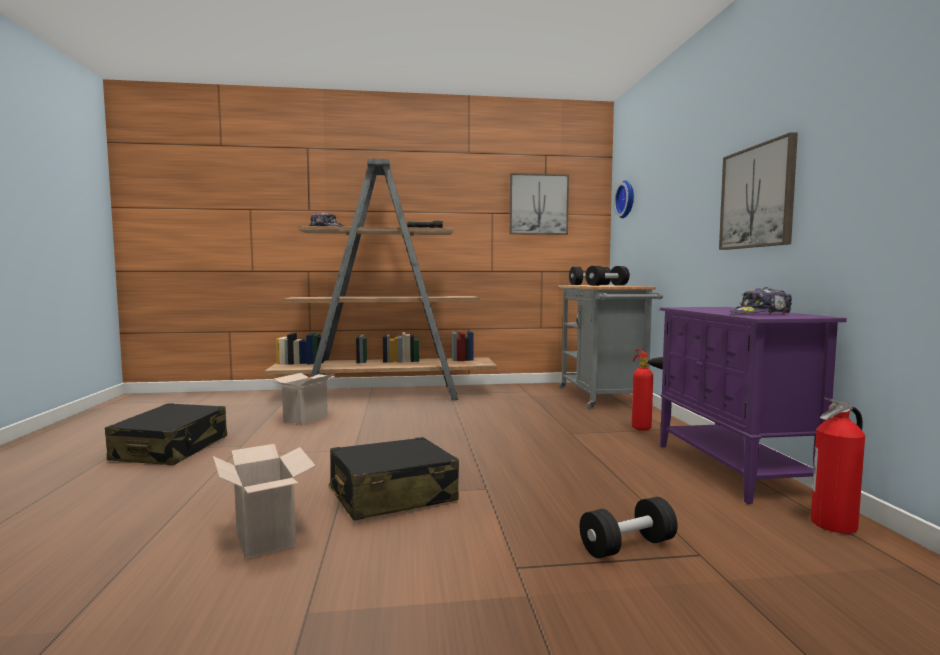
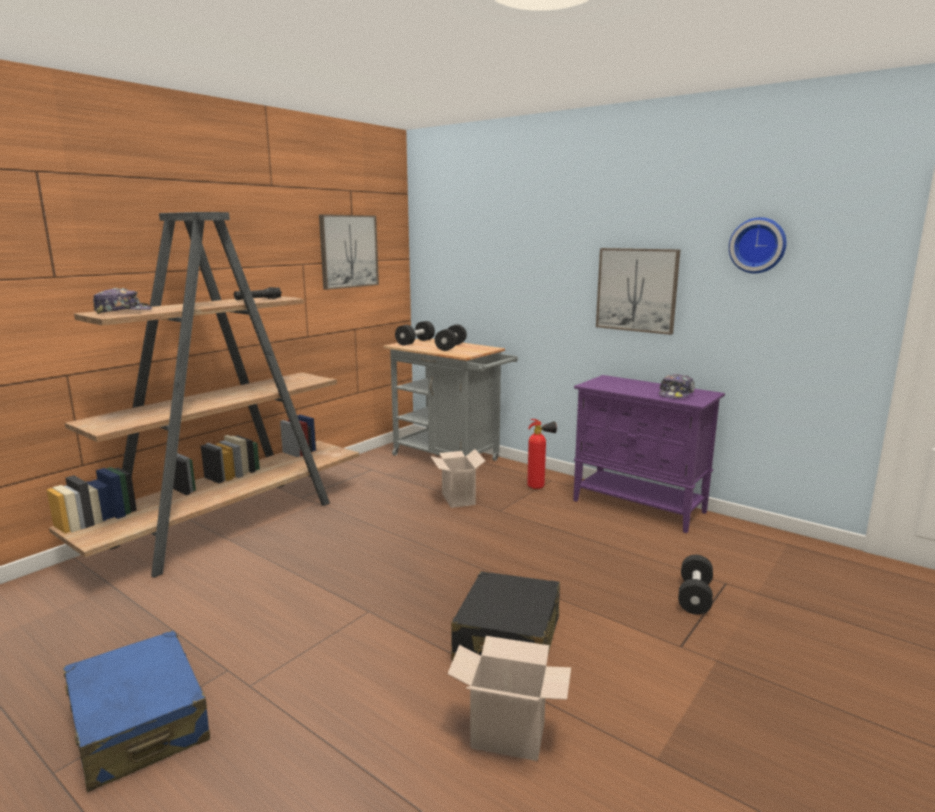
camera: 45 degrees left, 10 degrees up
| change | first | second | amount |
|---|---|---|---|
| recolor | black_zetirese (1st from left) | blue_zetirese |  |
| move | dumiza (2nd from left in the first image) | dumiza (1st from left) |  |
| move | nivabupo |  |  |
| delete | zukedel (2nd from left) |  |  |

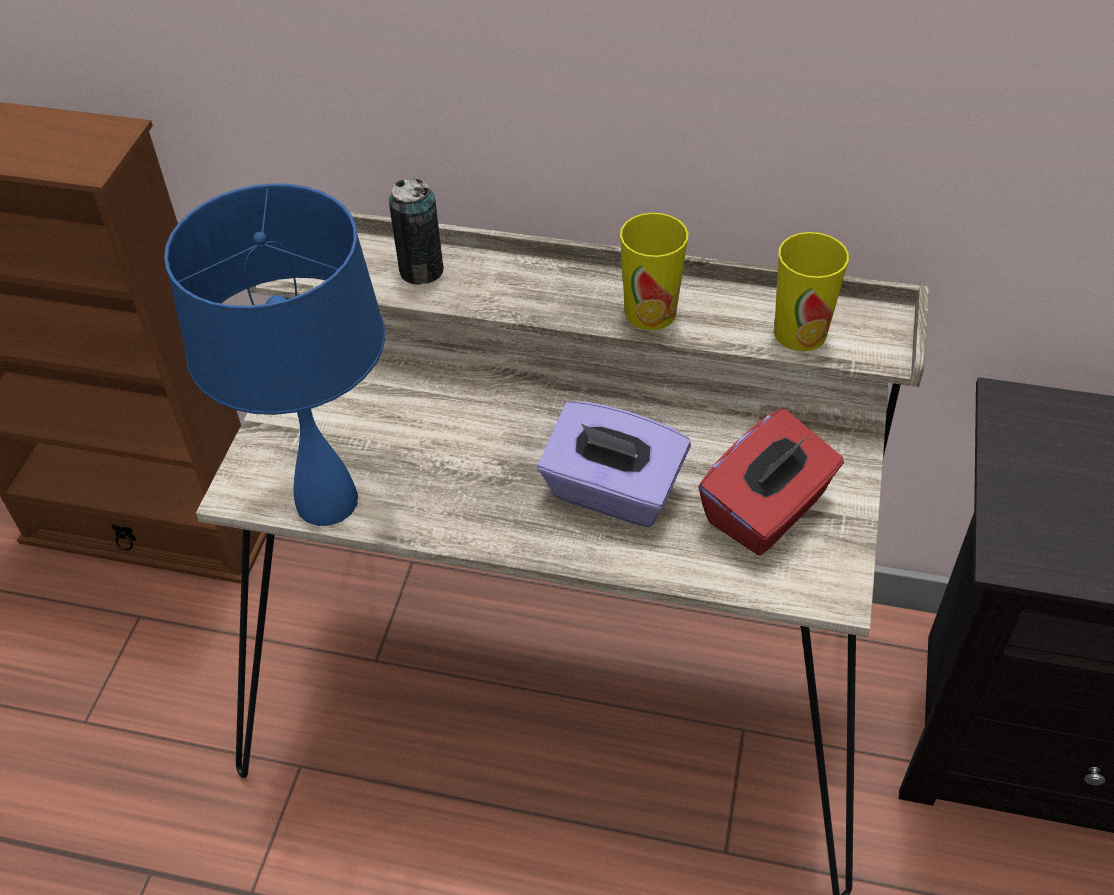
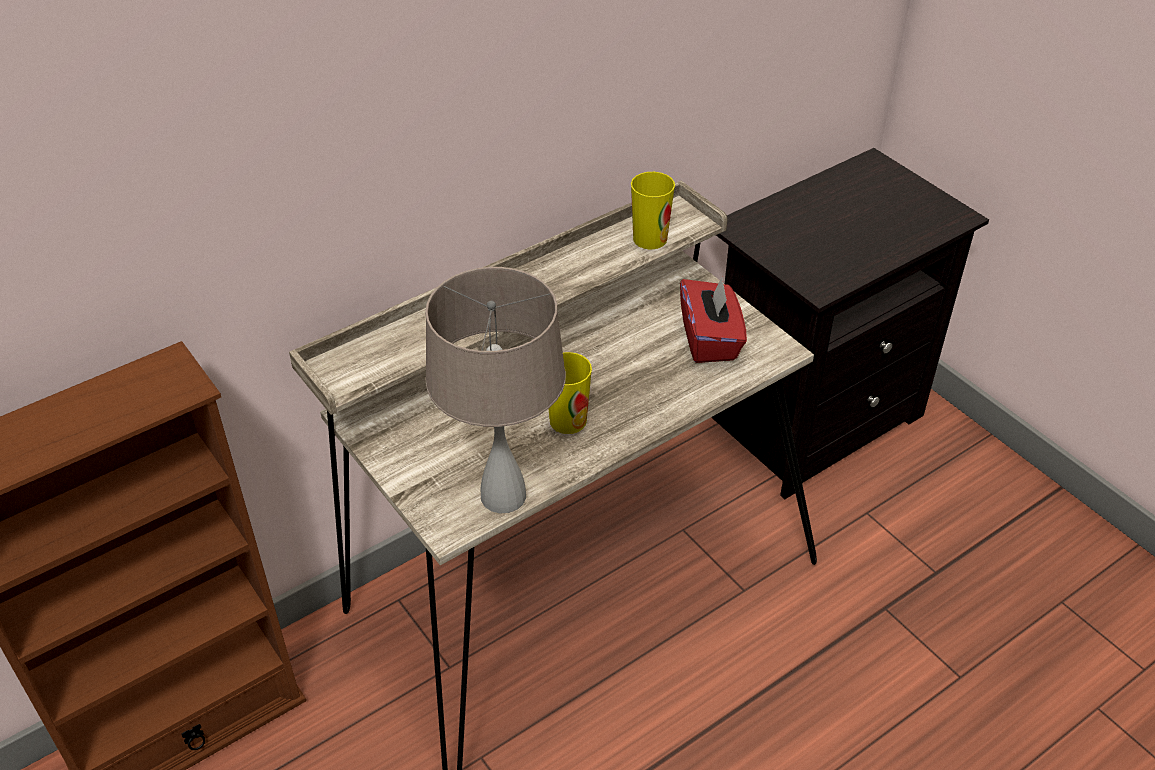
camera: 50 degrees left, 5 degrees down
| change | first | second | amount |
|---|---|---|---|
| recolor | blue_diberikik | beige_diberikik |  |
| delete | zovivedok |  |  |
| delete | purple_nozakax |  |  |
| move | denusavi (1st from left) |  |  |

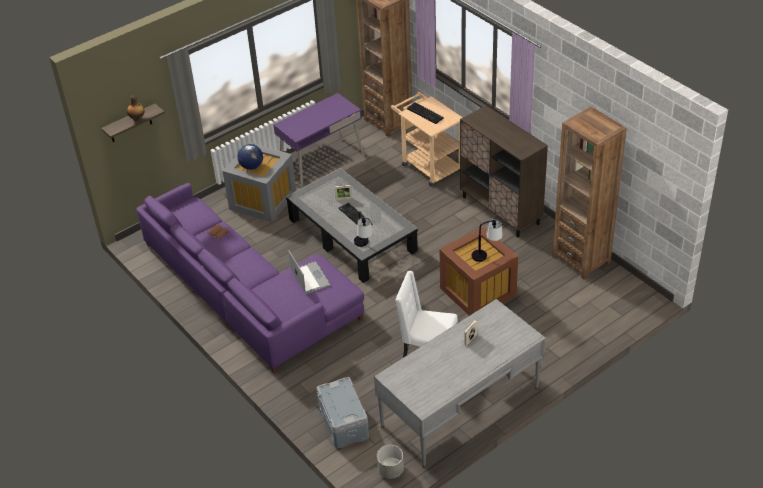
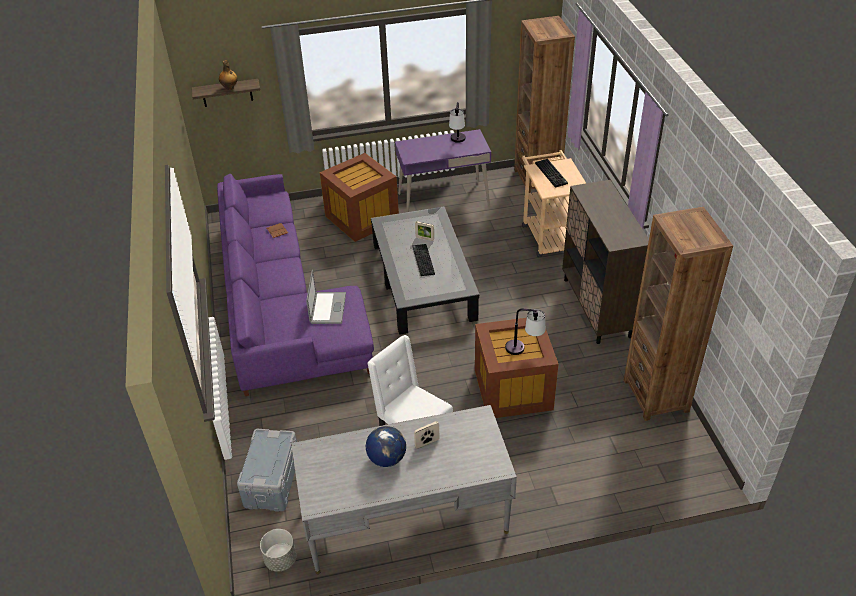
camera: 25 degrees right, 0 degrees up
| change | first | second | amount |
|---|---|---|---|
| recolor | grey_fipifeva (1st from left) | brown_fipifeva (1st from left) |  |
| move | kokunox |  |  |
| move | diberikik (1st from left) |  |  |

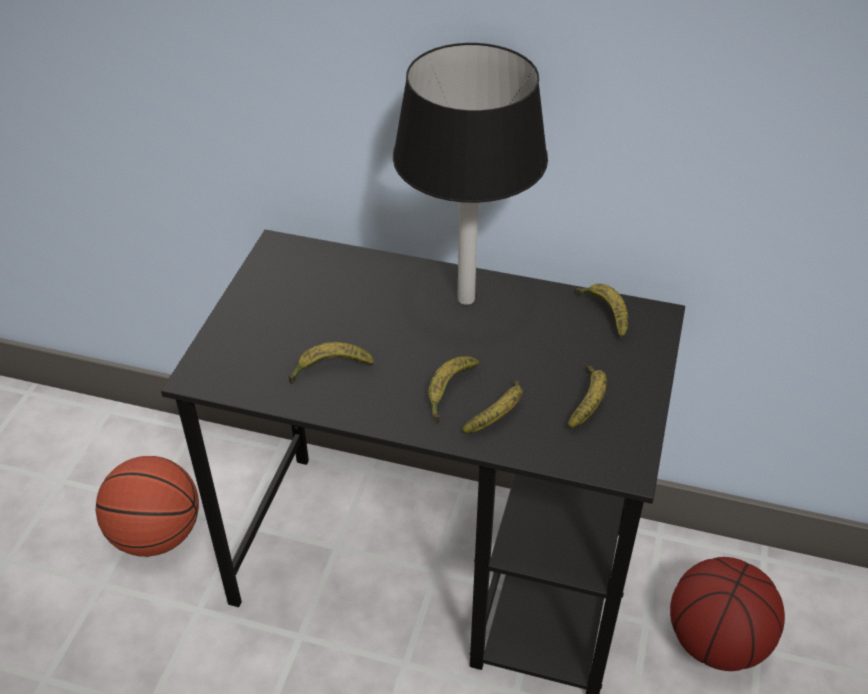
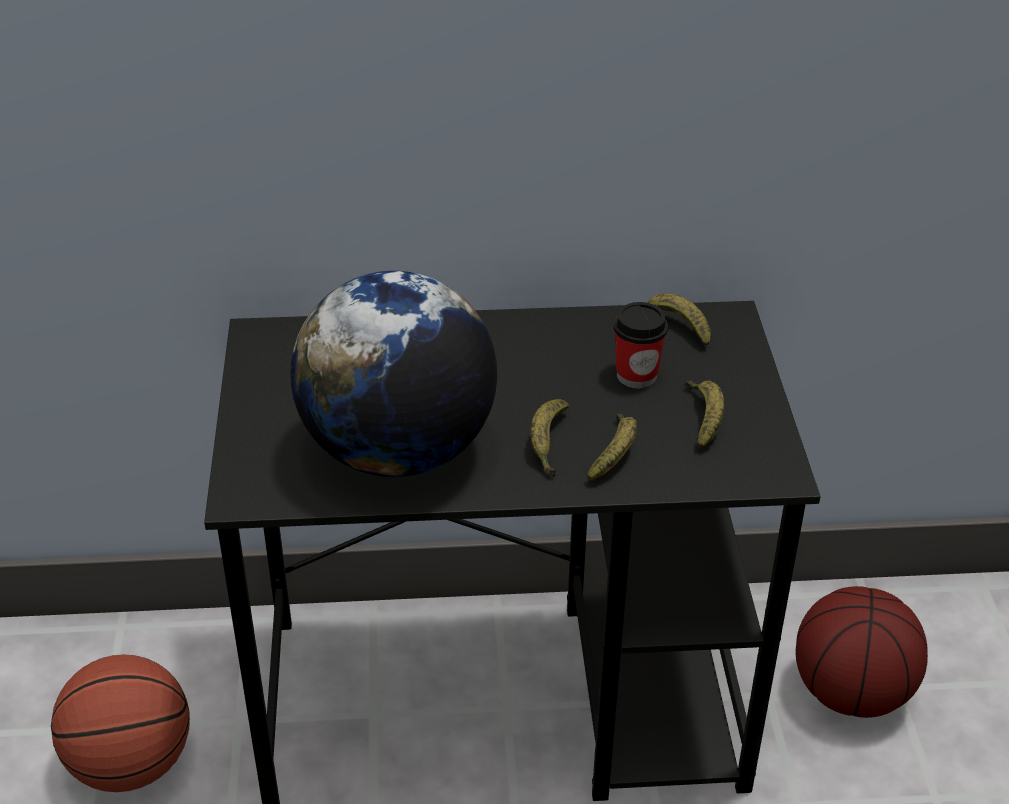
camera: 20 degrees left, 5 degrees down
| change | first | second | amount |
|---|---|---|---|
| replace | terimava (1st from left) | kokunox |  |
| delete | black_diberikik |  |  |
| insert |  | denusavi |  |

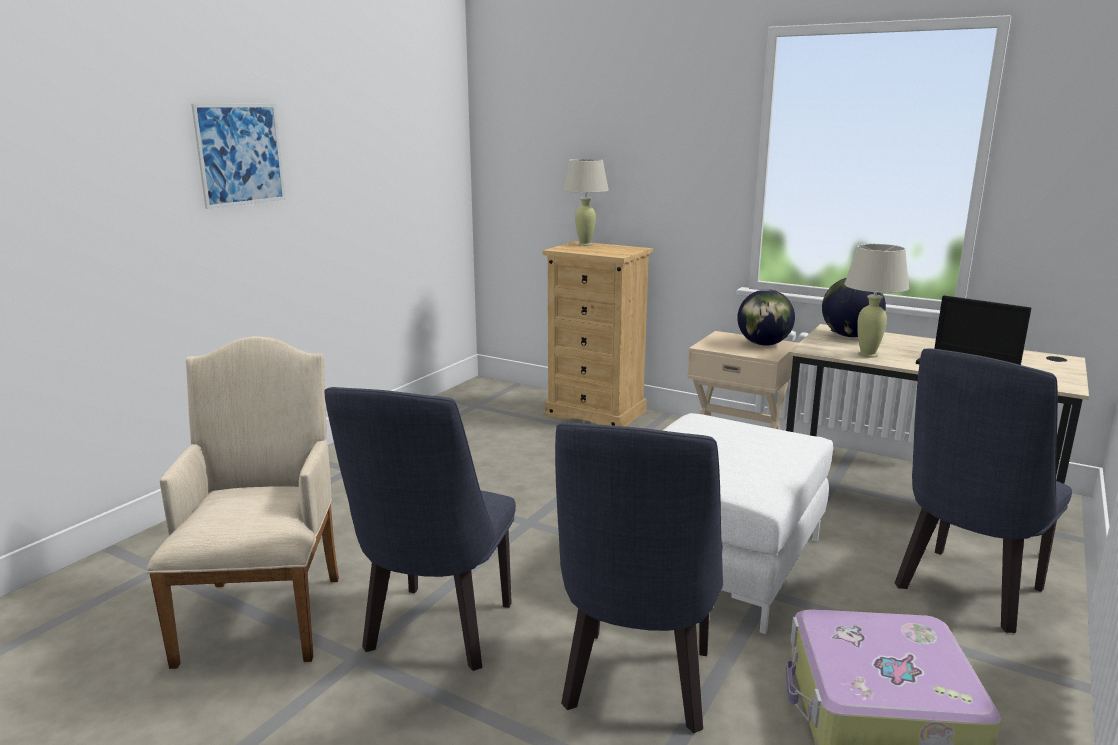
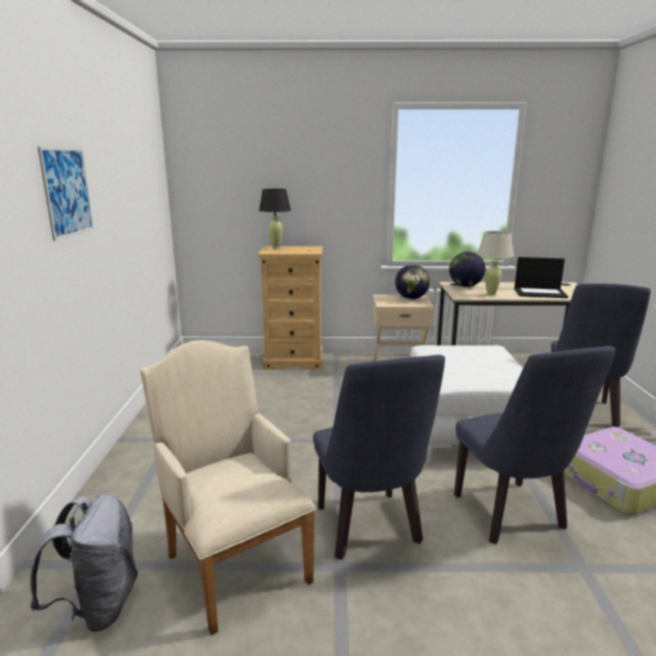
camera: 30 degrees left, 0 degrees up
| change | first | second | amount |
|---|---|---|---|
| recolor | beige_diberikik (1st from left) | black_diberikik |  |
| insert |  | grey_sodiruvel |  |

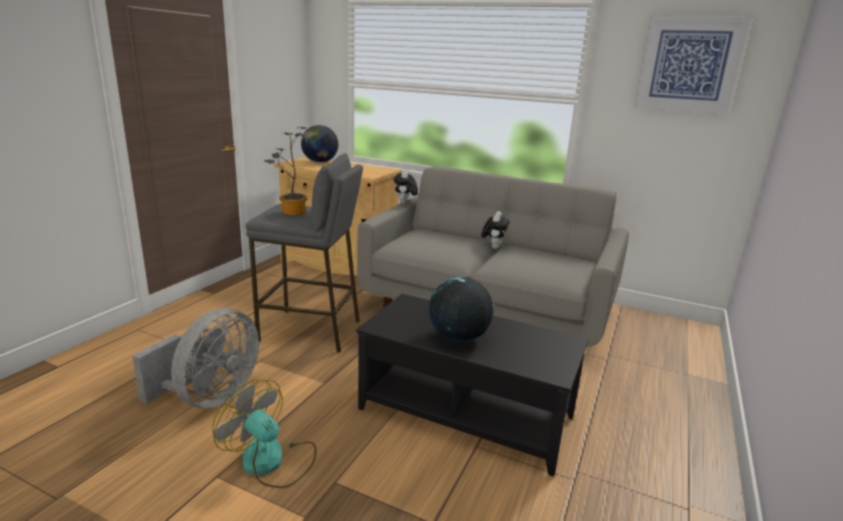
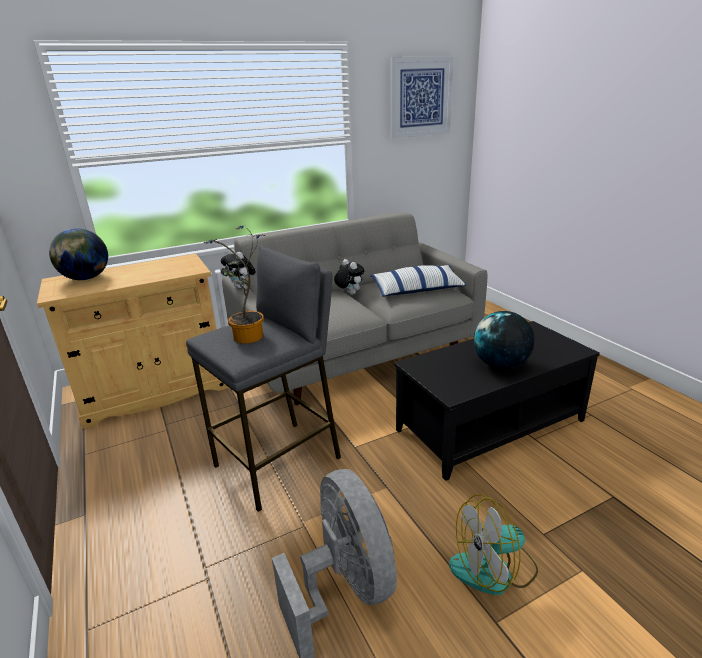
camera: 50 degrees left, 5 degrees up
| change | first | second | amount |
|---|---|---|---|
| insert |  | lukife |  |

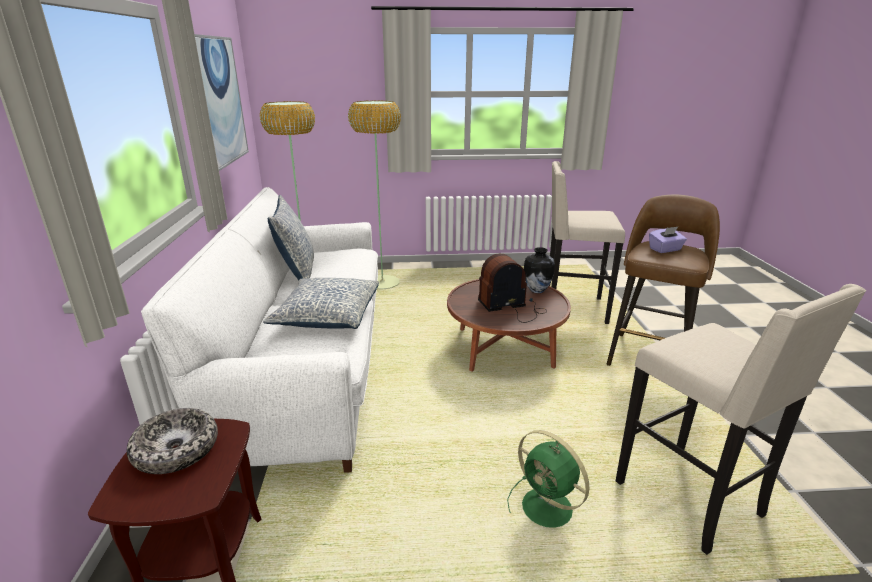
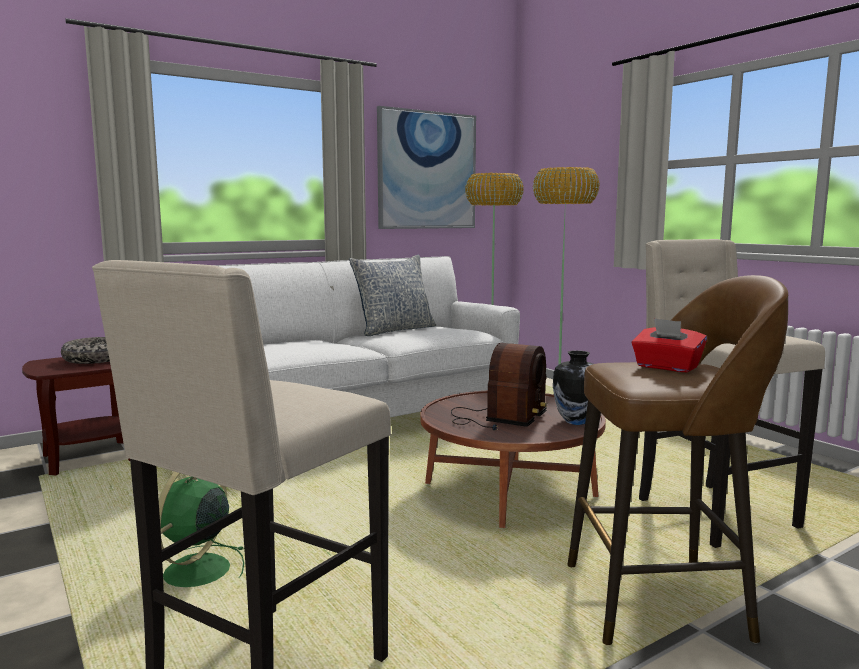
camera: 60 degrees right, 15 degrees down
| change | first | second | amount |
|---|---|---|---|
| delete | lukife (2nd from left) |  |  |
| rotate | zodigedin |  | 75 degrees clockwise |
| recolor | purple_nozakax | red_nozakax |  |

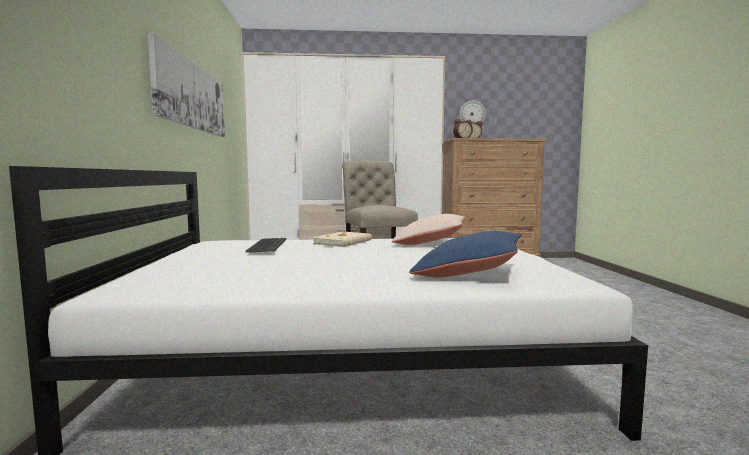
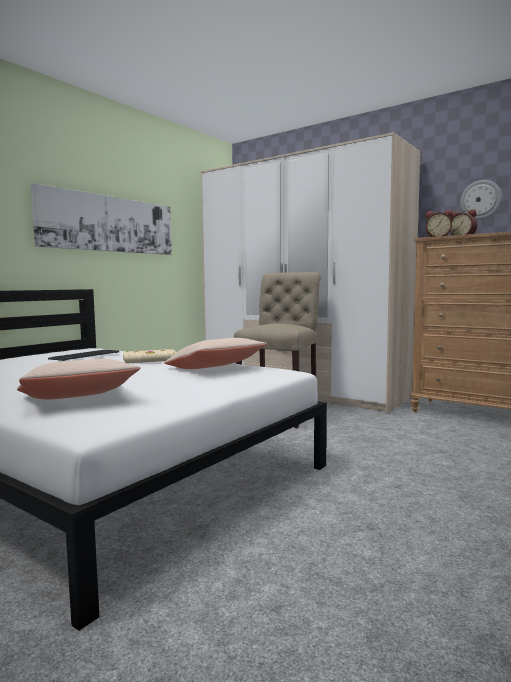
camera: 40 degrees right, 0 degrees up
| change | first | second | amount |
|---|---|---|---|
| recolor | blue_lukife | beige_lukife (1st from left) |  |

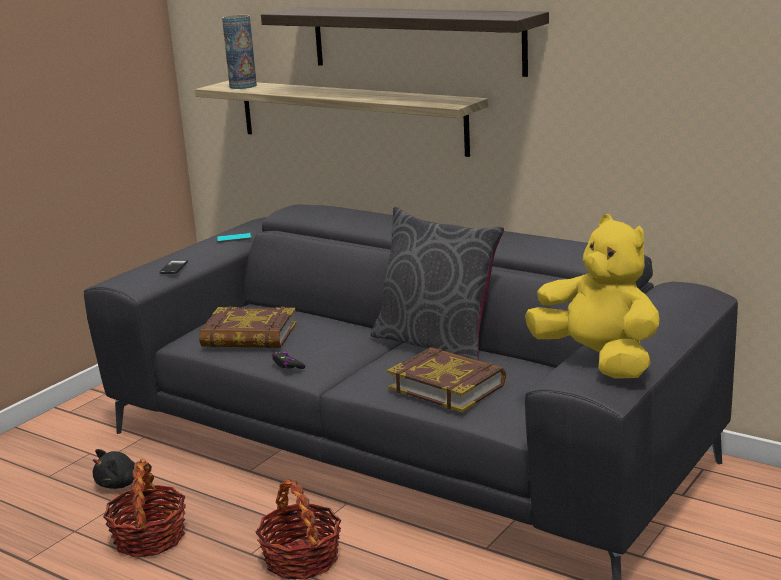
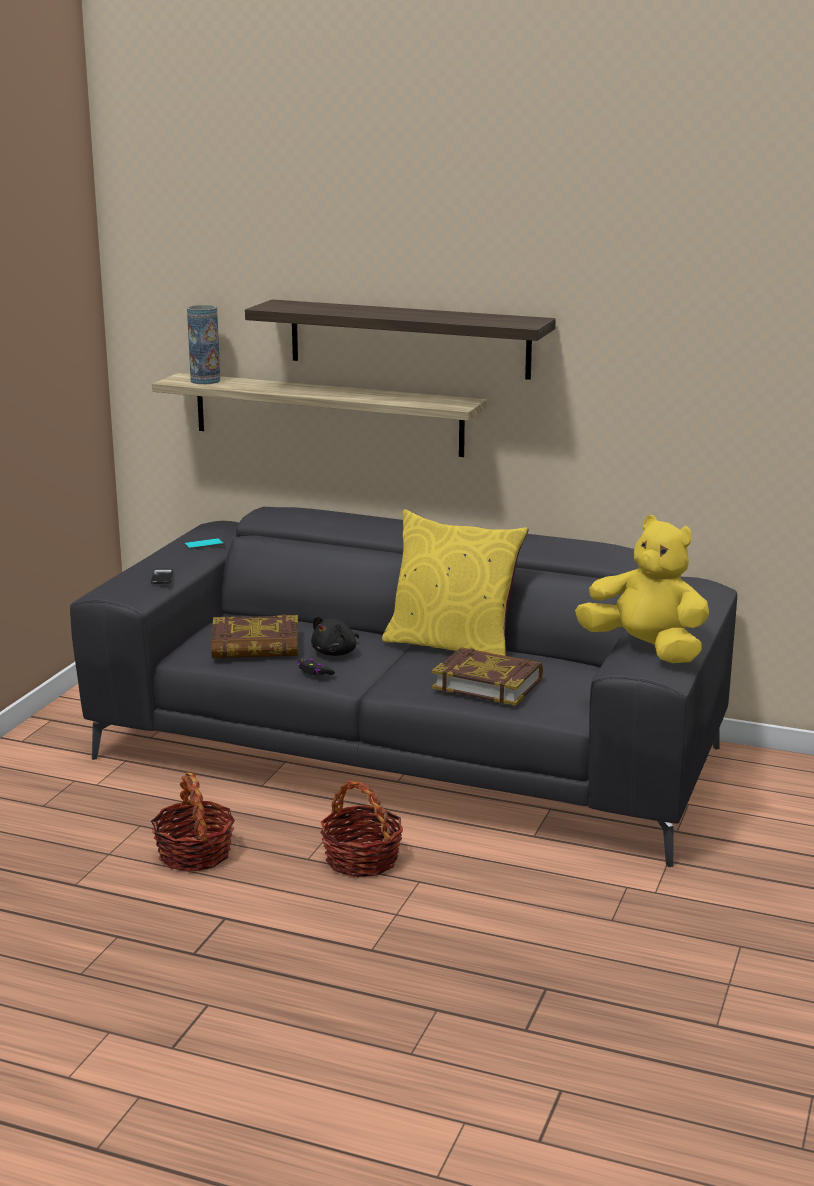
camera: 15 degrees left, 0 degrees up
| change | first | second | amount |
|---|---|---|---|
| move | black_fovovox |  |  |
| recolor | grey_lukife | yellow_lukife |  |

